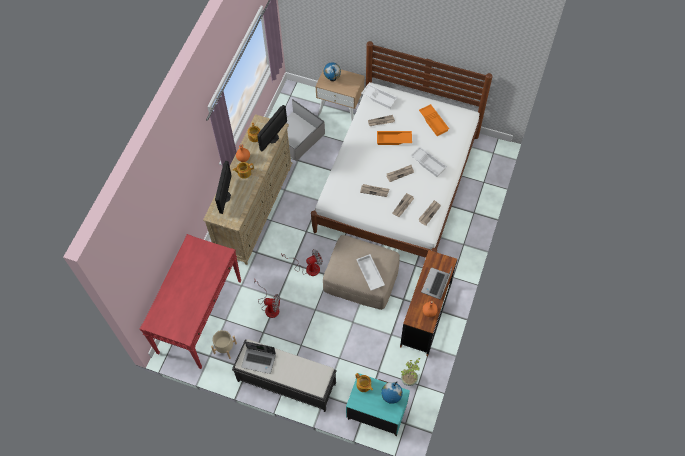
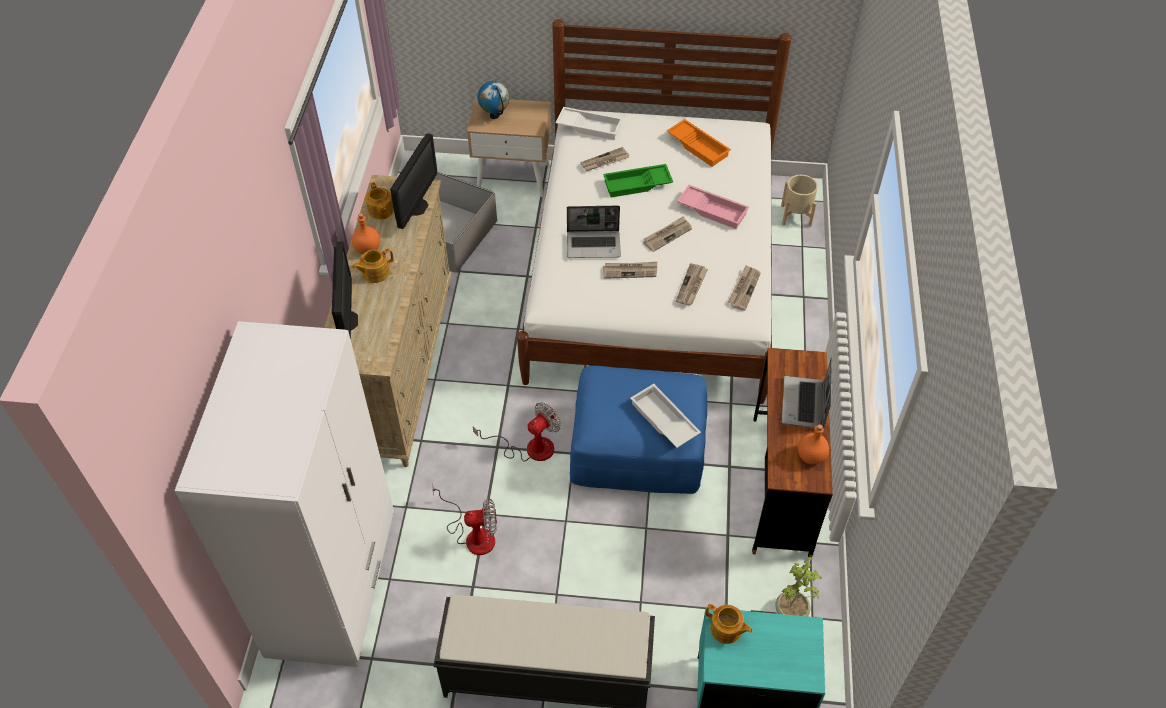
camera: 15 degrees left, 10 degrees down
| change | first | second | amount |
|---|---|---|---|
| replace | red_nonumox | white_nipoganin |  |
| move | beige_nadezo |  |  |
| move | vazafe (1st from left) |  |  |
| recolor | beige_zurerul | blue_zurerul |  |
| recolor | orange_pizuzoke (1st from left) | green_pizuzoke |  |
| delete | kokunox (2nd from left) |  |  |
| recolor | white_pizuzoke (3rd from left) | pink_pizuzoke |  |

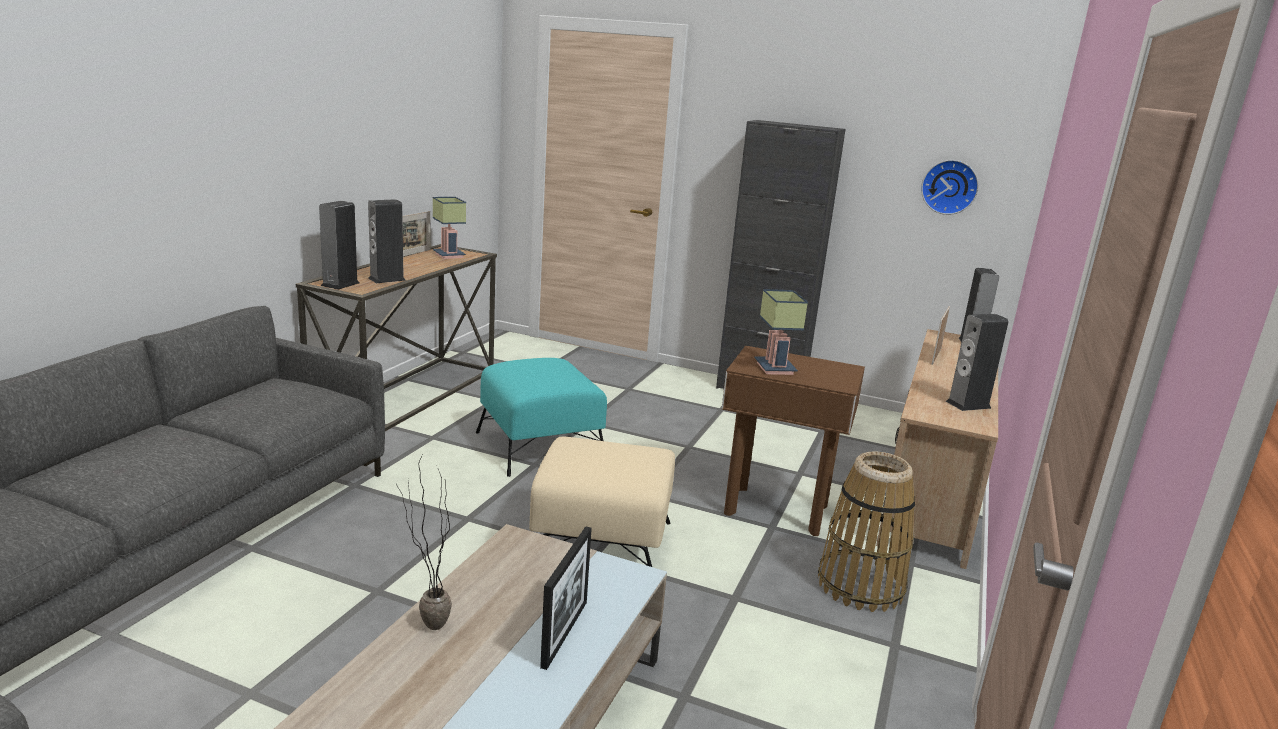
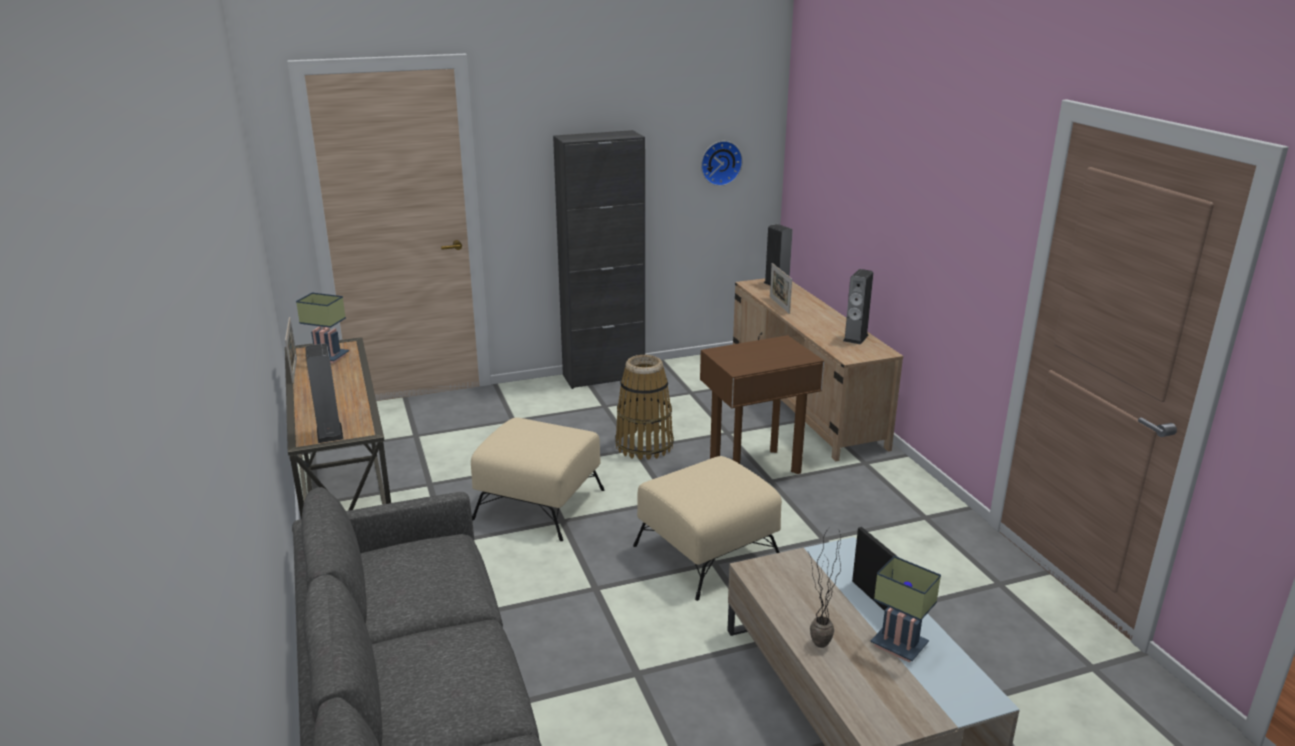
camera: 40 degrees left, 5 degrees up
| change | first | second | amount |
|---|---|---|---|
| delete | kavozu (2nd from left) |  |  |
| recolor | turquoise_zurerul | beige_zurerul (1st from left) |  |
| move | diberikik (2nd from left) |  |  |
| move | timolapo |  |  |

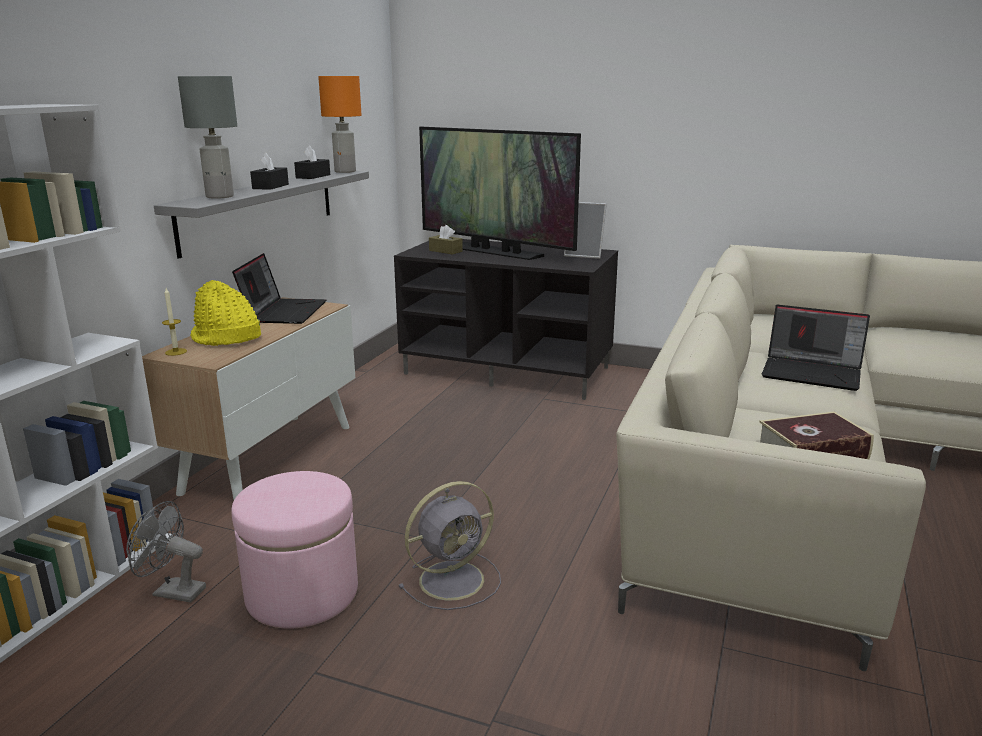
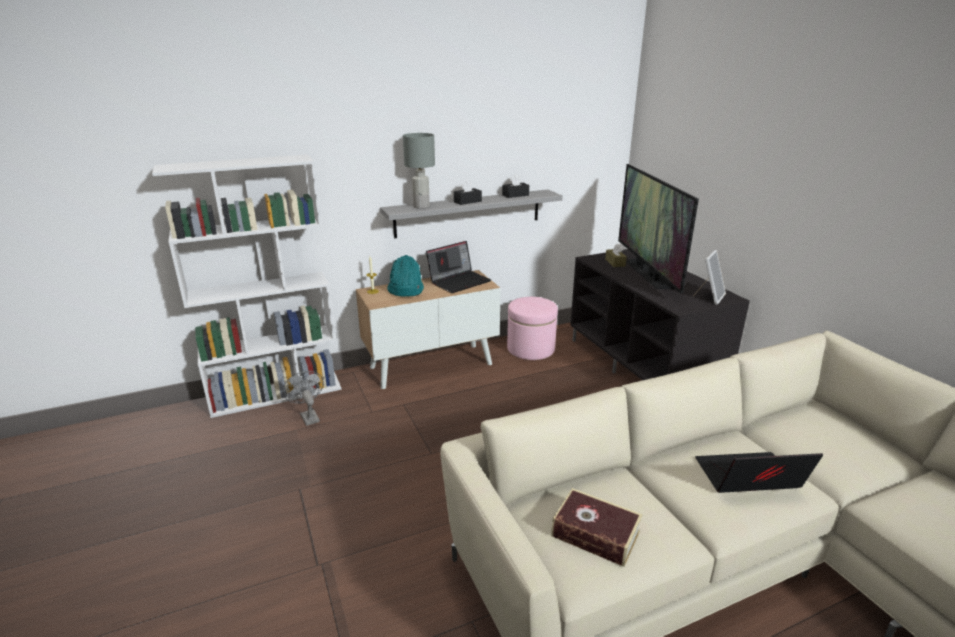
camera: 45 degrees right, 5 degrees up
| change | first | second | amount |
|---|---|---|---|
| recolor | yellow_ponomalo | turquoise_ponomalo |  |
| move | pink_zurerul |  |  |
| delete | orange_diberikik |  |  |
| delete | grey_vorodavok (2nd from left) |  |  |
| rotate | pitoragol |  | 120 degrees counterclockwise |
| rotate | vazafe (2nd from left) |  | 105 degrees clockwise |

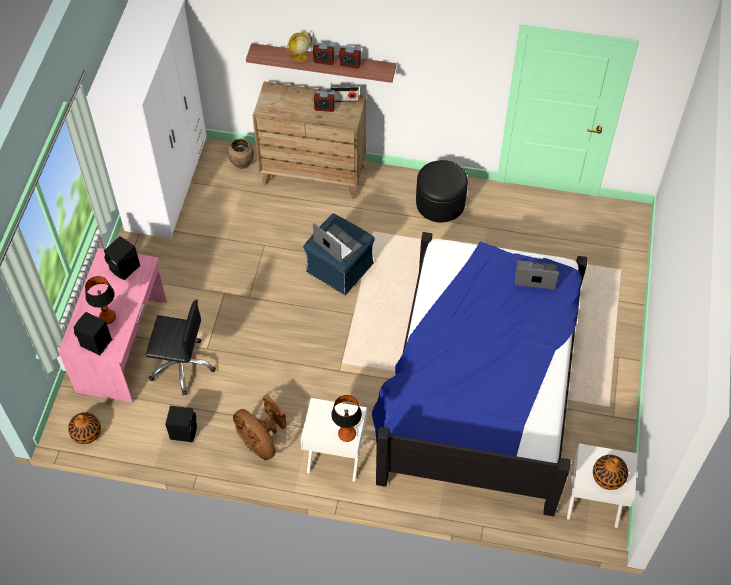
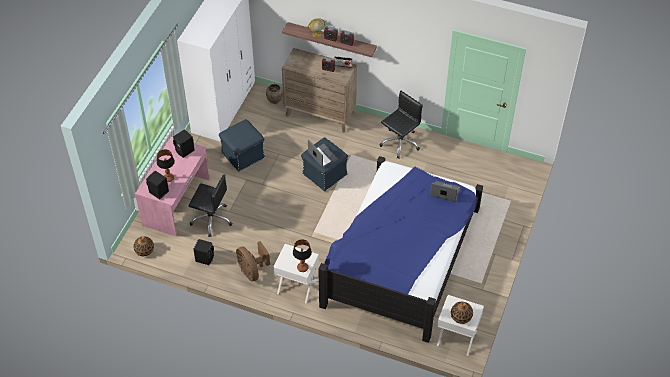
camera: 10 degrees right, 5 degrees down
| change | first | second | amount |
|---|---|---|---|
| replace | black_zurerul | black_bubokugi (2nd from left) |  |
| insert |  | blue_zurerul (1st from left) |  |

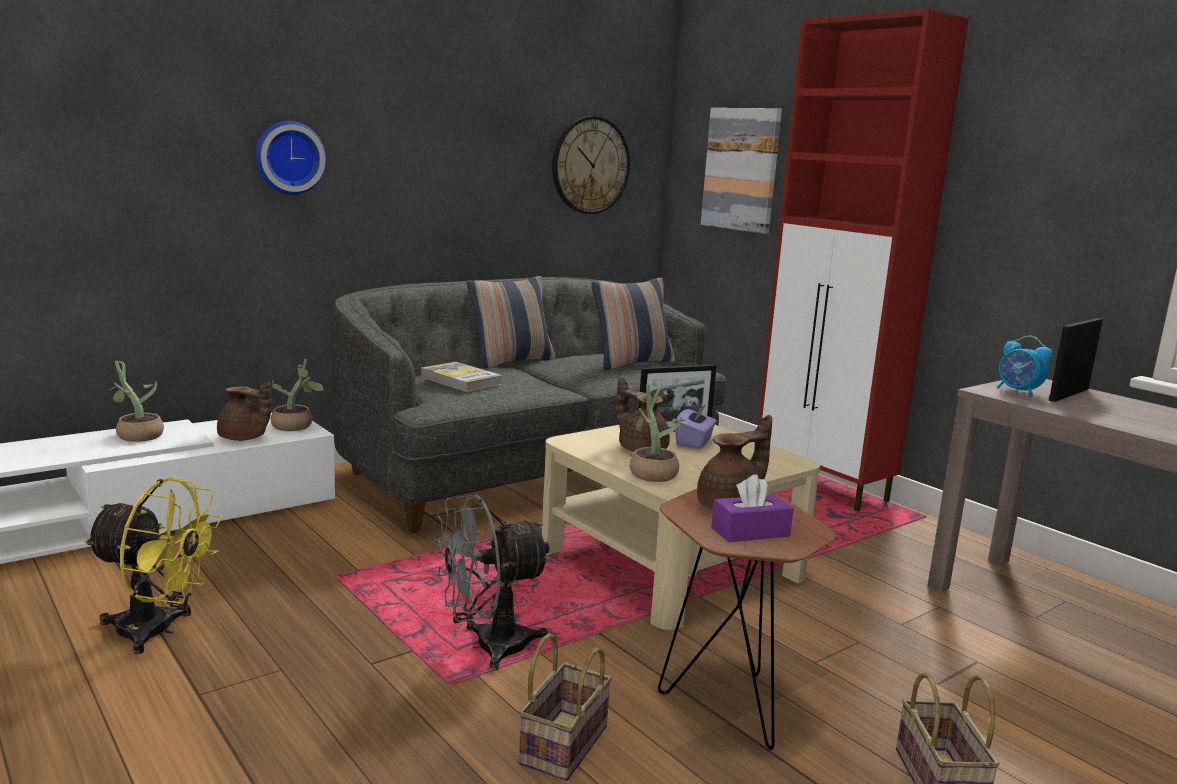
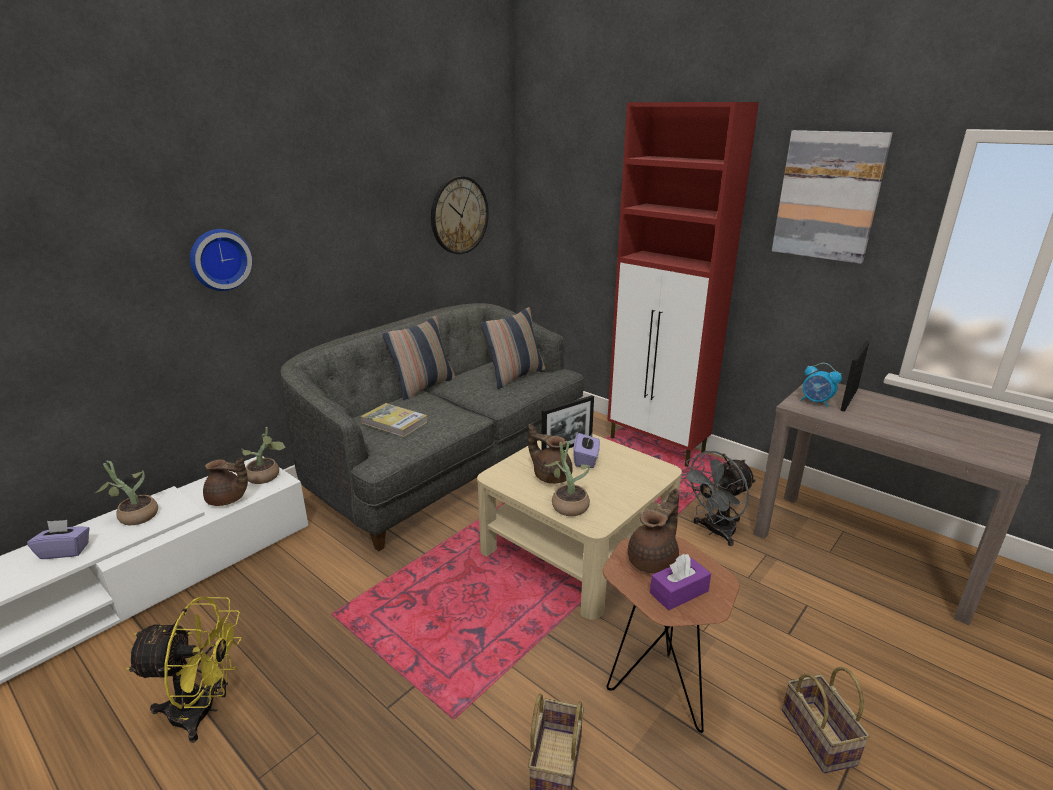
camera: 10 degrees left, 10 degrees up
| change | first | second | amount |
|---|---|---|---|
| move | grey_vorodavok |  |  |
| move | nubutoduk |  |  |
| insert |  | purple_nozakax (1st from left) |  |

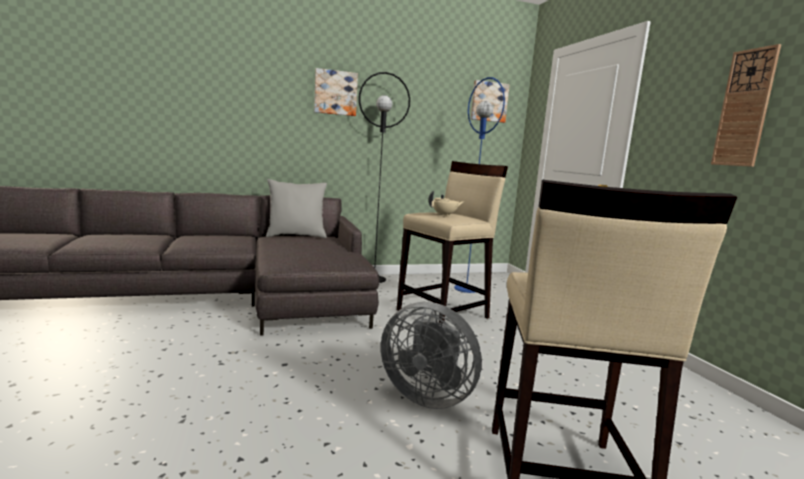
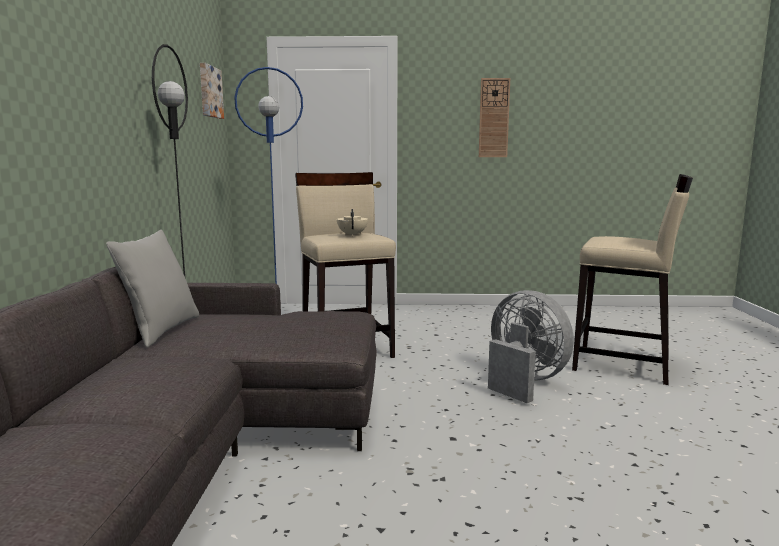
camera: 70 degrees left, 0 degrees up
| change | first | second | amount |
|---|---|---|---|
| delete | nubutoduk (1st from left) |  |  |
| rotate | grey_vorodavok |  | 90 degrees counterclockwise |

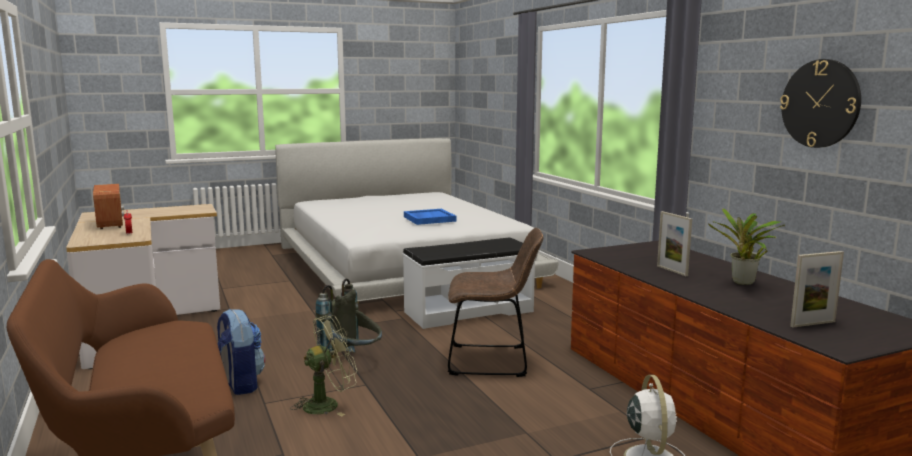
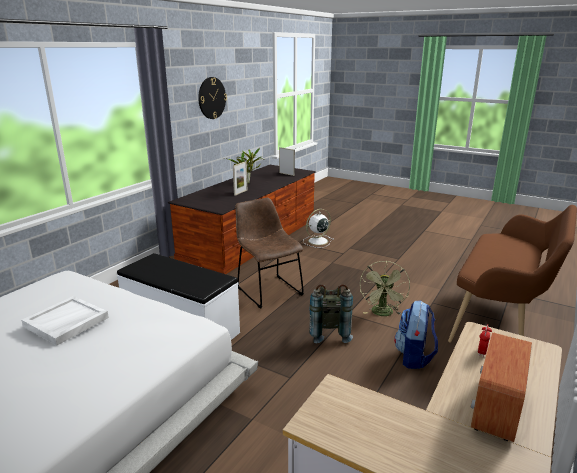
camera: 125 degrees left, 10 degrees up
| change | first | second | amount |
|---|---|---|---|
| rotate | green_vorodavok |  | 105 degrees counterclockwise |
| recolor | blue_pizuzoke | white_pizuzoke |  |

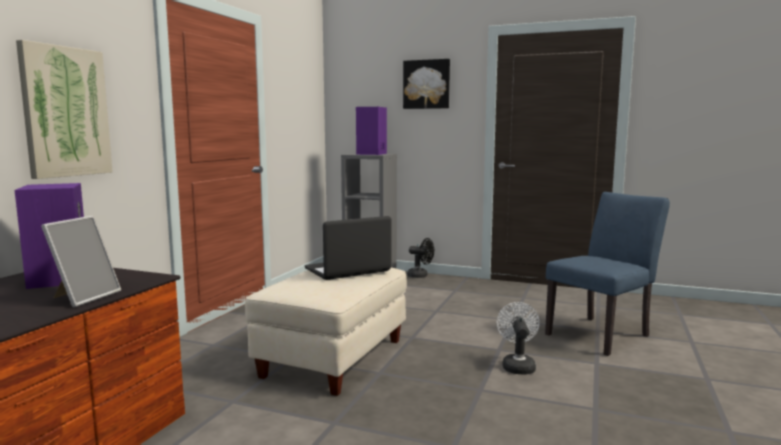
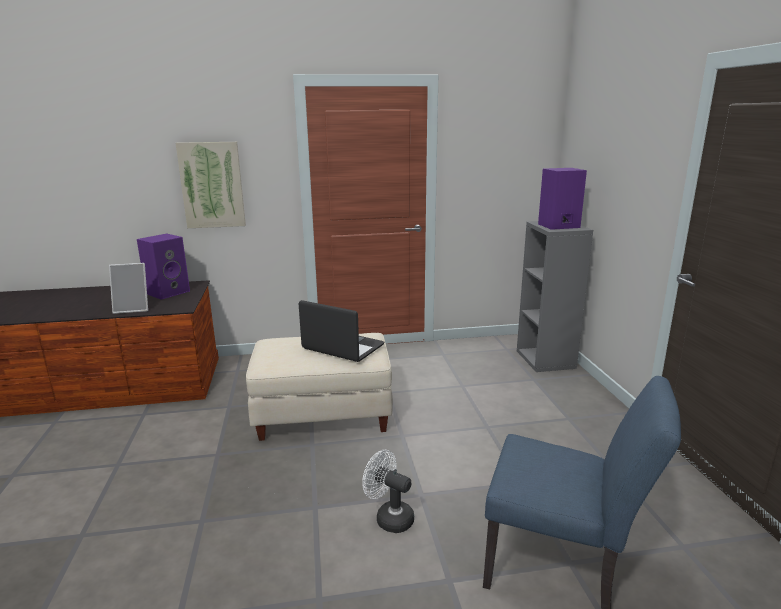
camera: 60 degrees right, 10 degrees up
| change | first | second | amount |
|---|---|---|---|
| delete | nubutoduk (2nd from left) |  |  |
| delete | black_vorodavok |  |  |
| rotate | white_vorodavok |  | 120 degrees counterclockwise |

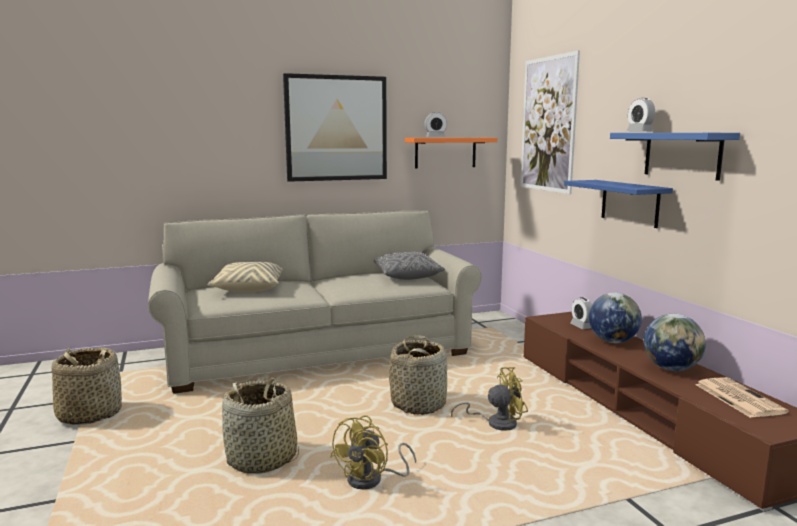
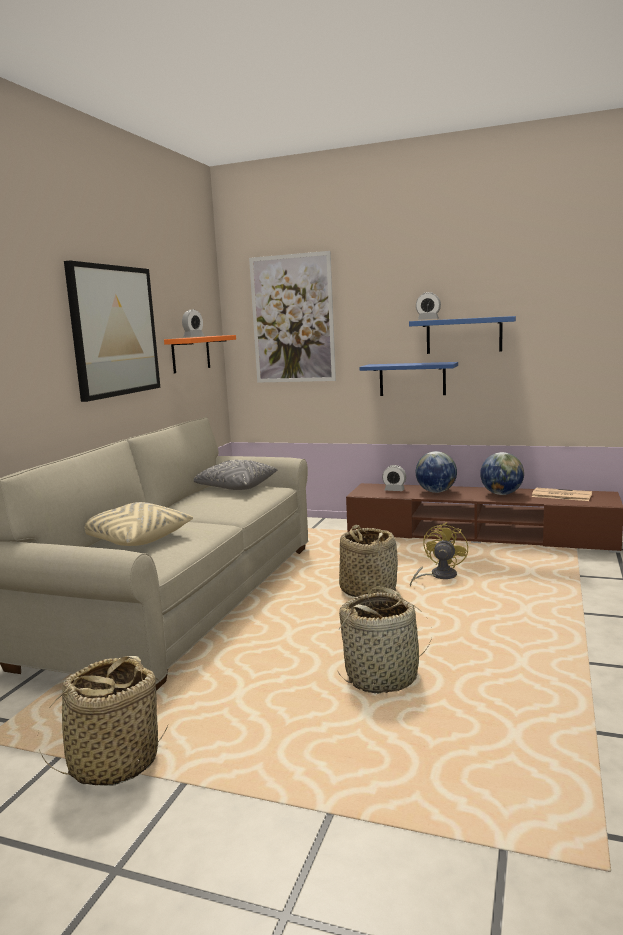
camera: 50 degrees left, 0 degrees up
| change | first | second | amount |
|---|---|---|---|
| delete | yellow_vorodavok (1st from left) |  |  |

